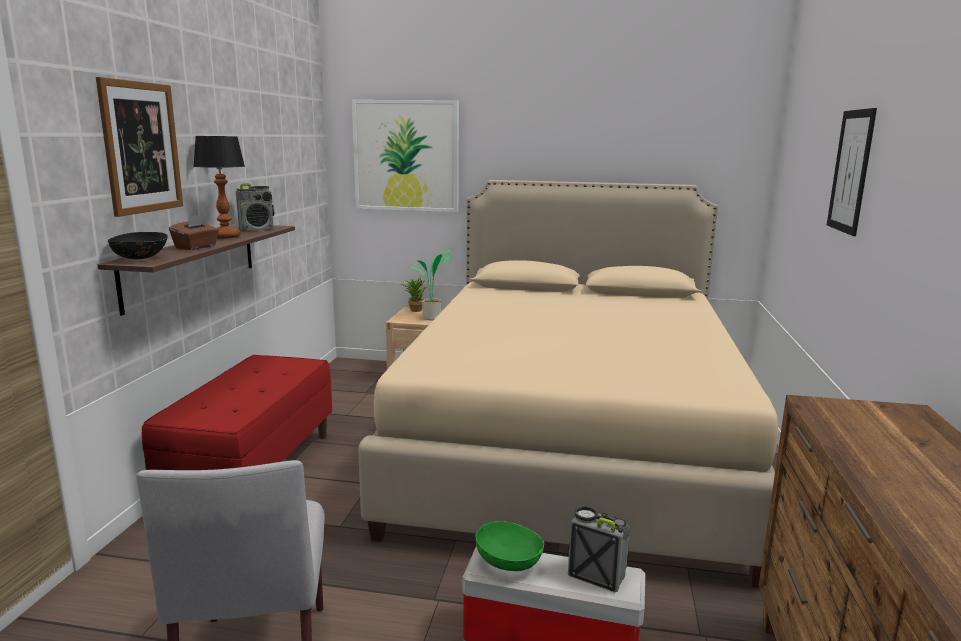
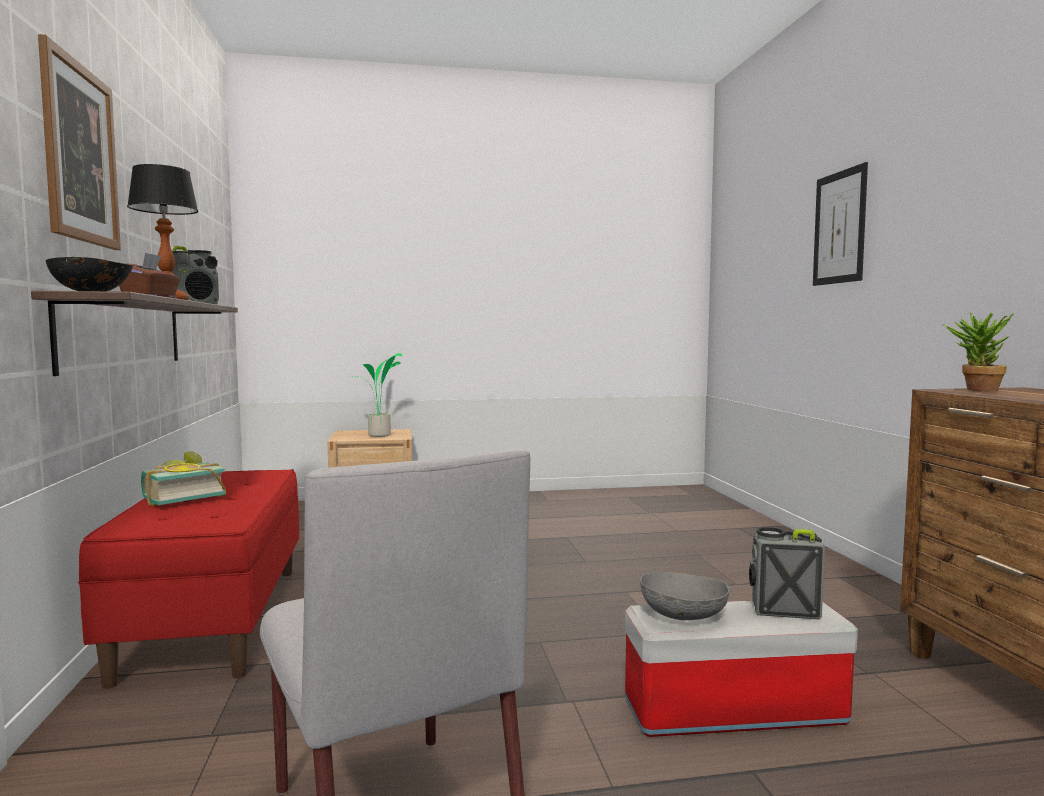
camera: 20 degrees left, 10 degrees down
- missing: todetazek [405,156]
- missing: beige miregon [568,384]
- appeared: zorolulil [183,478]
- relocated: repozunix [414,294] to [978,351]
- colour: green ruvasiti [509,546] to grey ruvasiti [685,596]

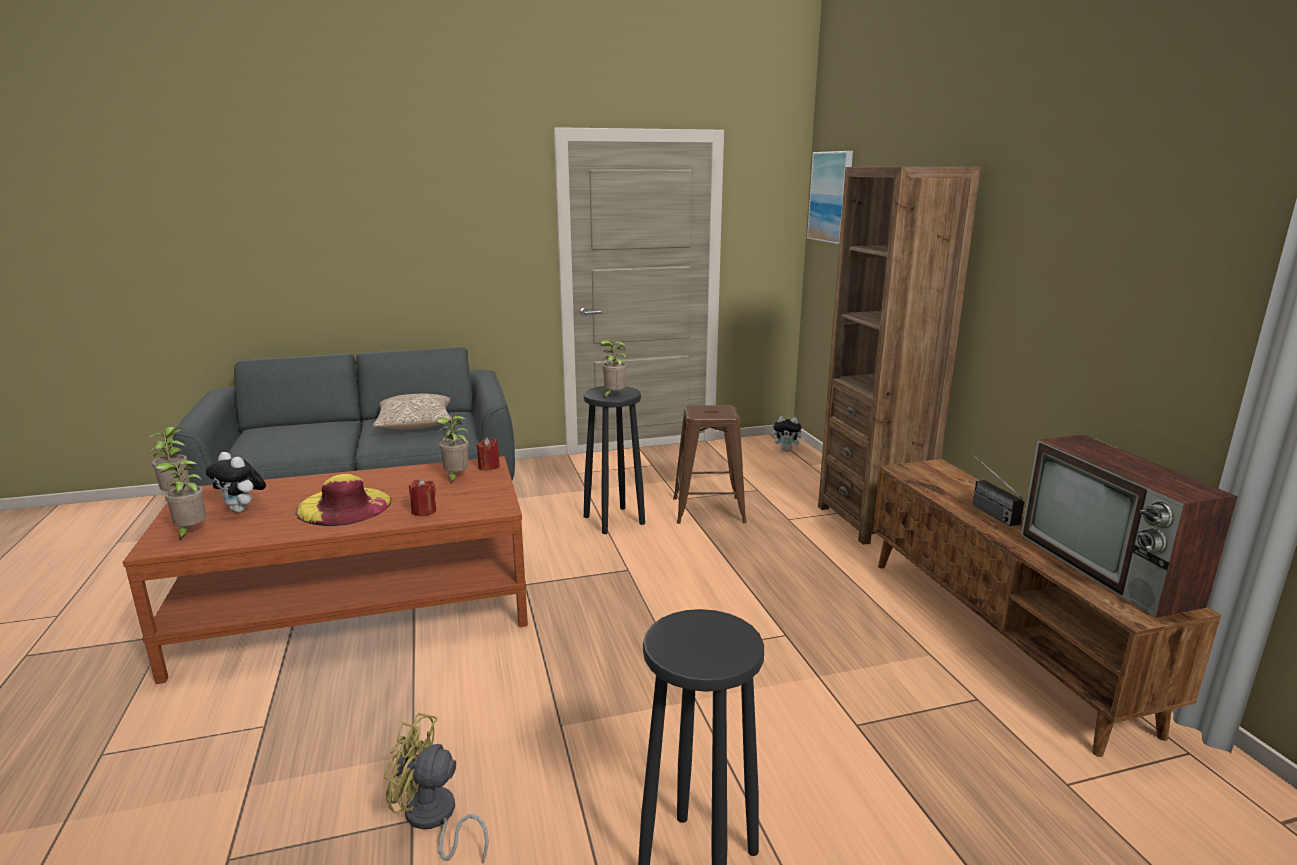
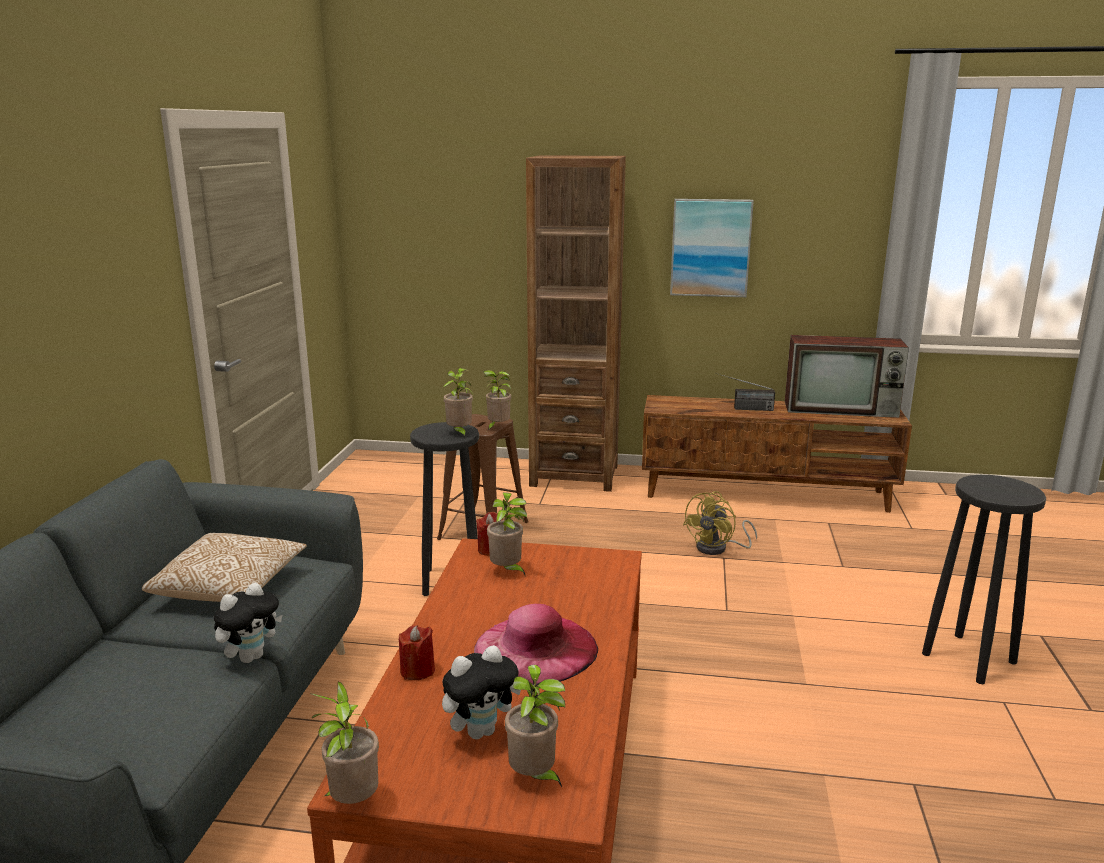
camera: 65 degrees left, 0 degrees up
- appeared: repozunix [497,400]
- relocated: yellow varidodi [436,788] to [720,523]
- relocated: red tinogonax [422,497] to [417,652]
- relocated: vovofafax [789,433] to [248,623]
- relocated: todetazek [830,197] to [712,248]
- colour: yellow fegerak [343,500] to pink fegerak [536,644]

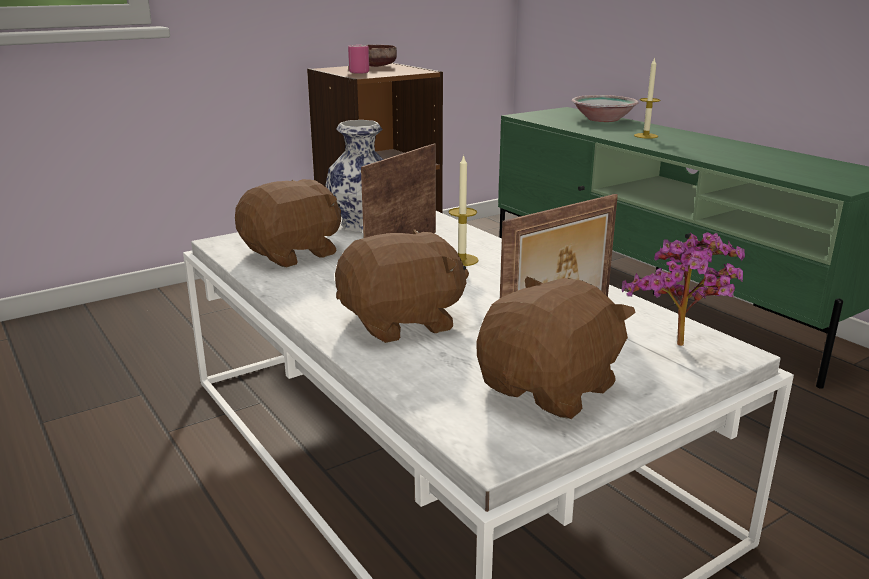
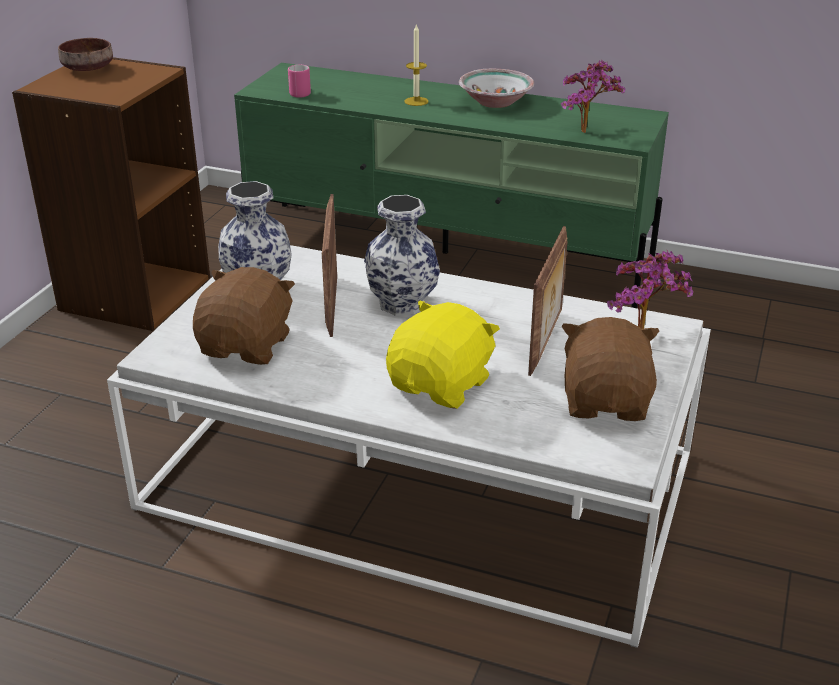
camera: 35 degrees left, 10 degrees up
- appeared: repozunix [593,96]
- relocated: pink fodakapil [358,59] to [299,81]
- relocated: ruvasiti [605,108] to [496,88]
- exchanged: tinogonax [463,210] to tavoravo [402,255]
- colour: brown vovofafax [402,286] to yellow vovofafax [443,354]

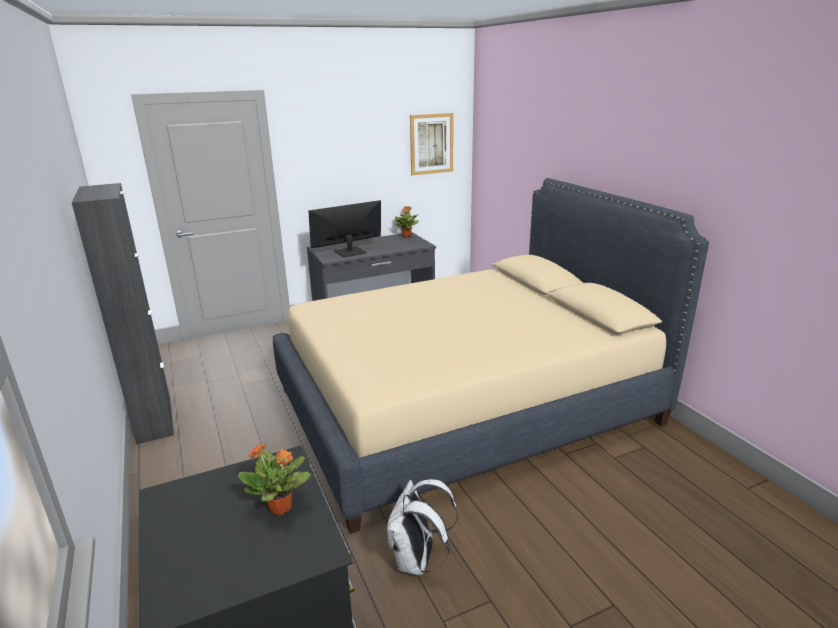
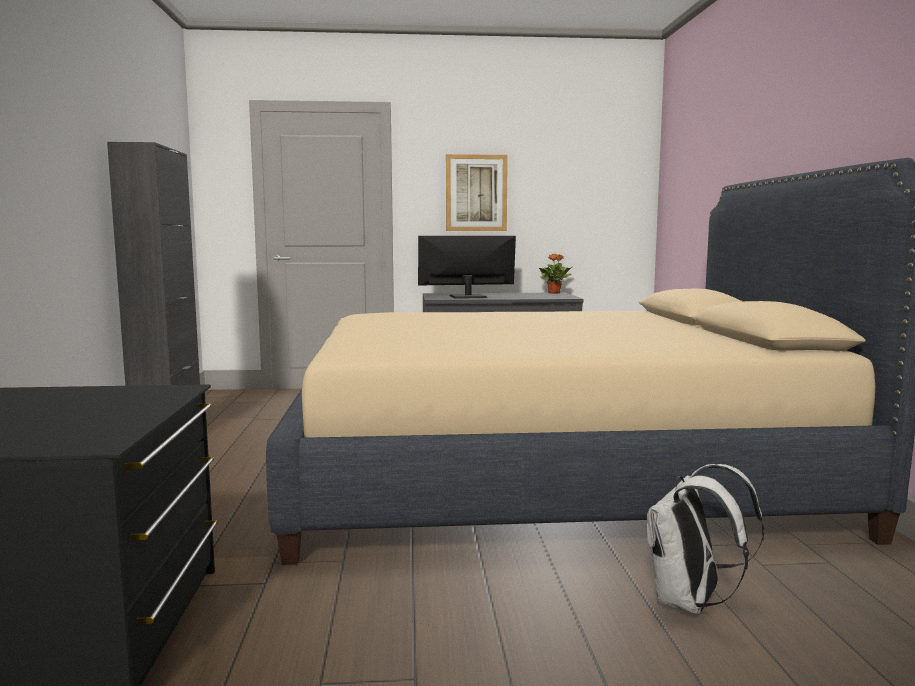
camera: 20 degrees right, 15 degrees down
- missing: repozunix [274,479]
- relocated: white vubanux [422,527] to [705,539]
- relocated: todetazek [432,144] to [477,192]

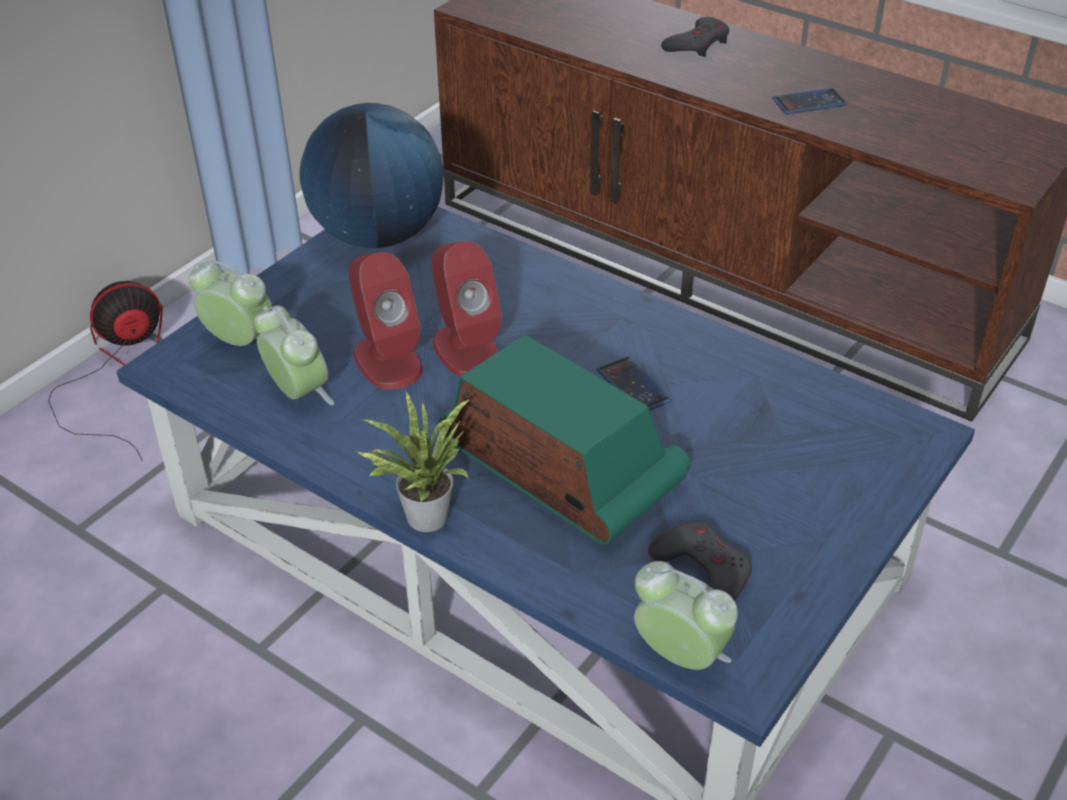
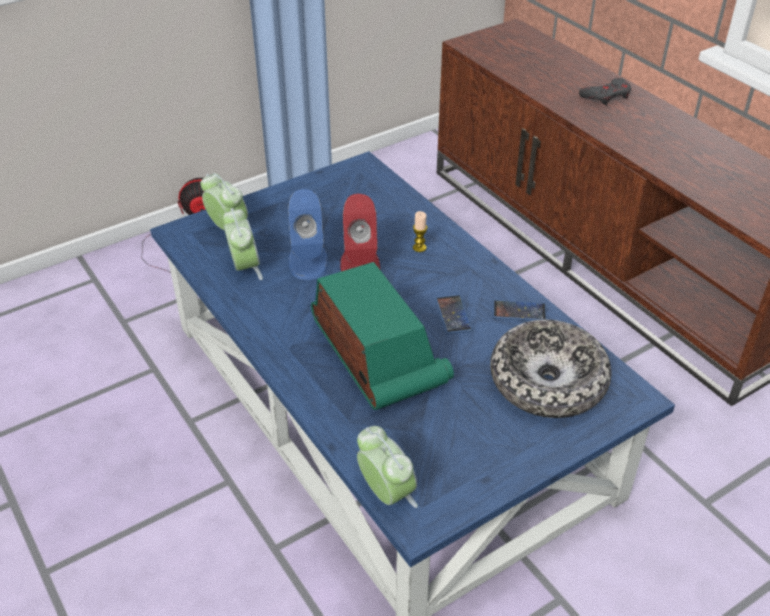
camera: 20 degrees right, 0 degrees up
- missing: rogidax [371,175]
- missing: repozunix [414,462]
- missing: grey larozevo [700,561]
- appeared: tinogonax [420,231]
- appeared: ruvasiti [551,369]
- relocated: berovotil [810,101] to [519,310]
- colour: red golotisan [386,321] to blue golotisan [308,234]

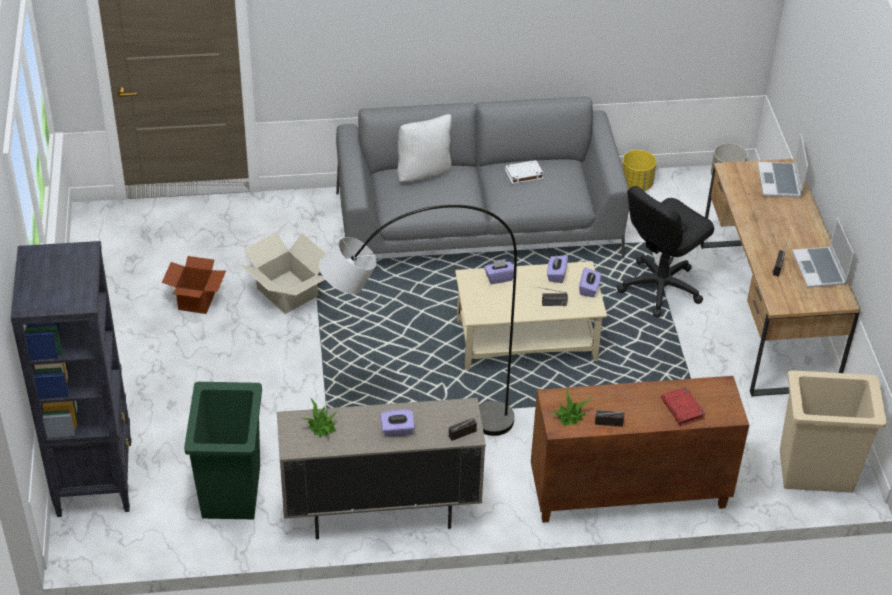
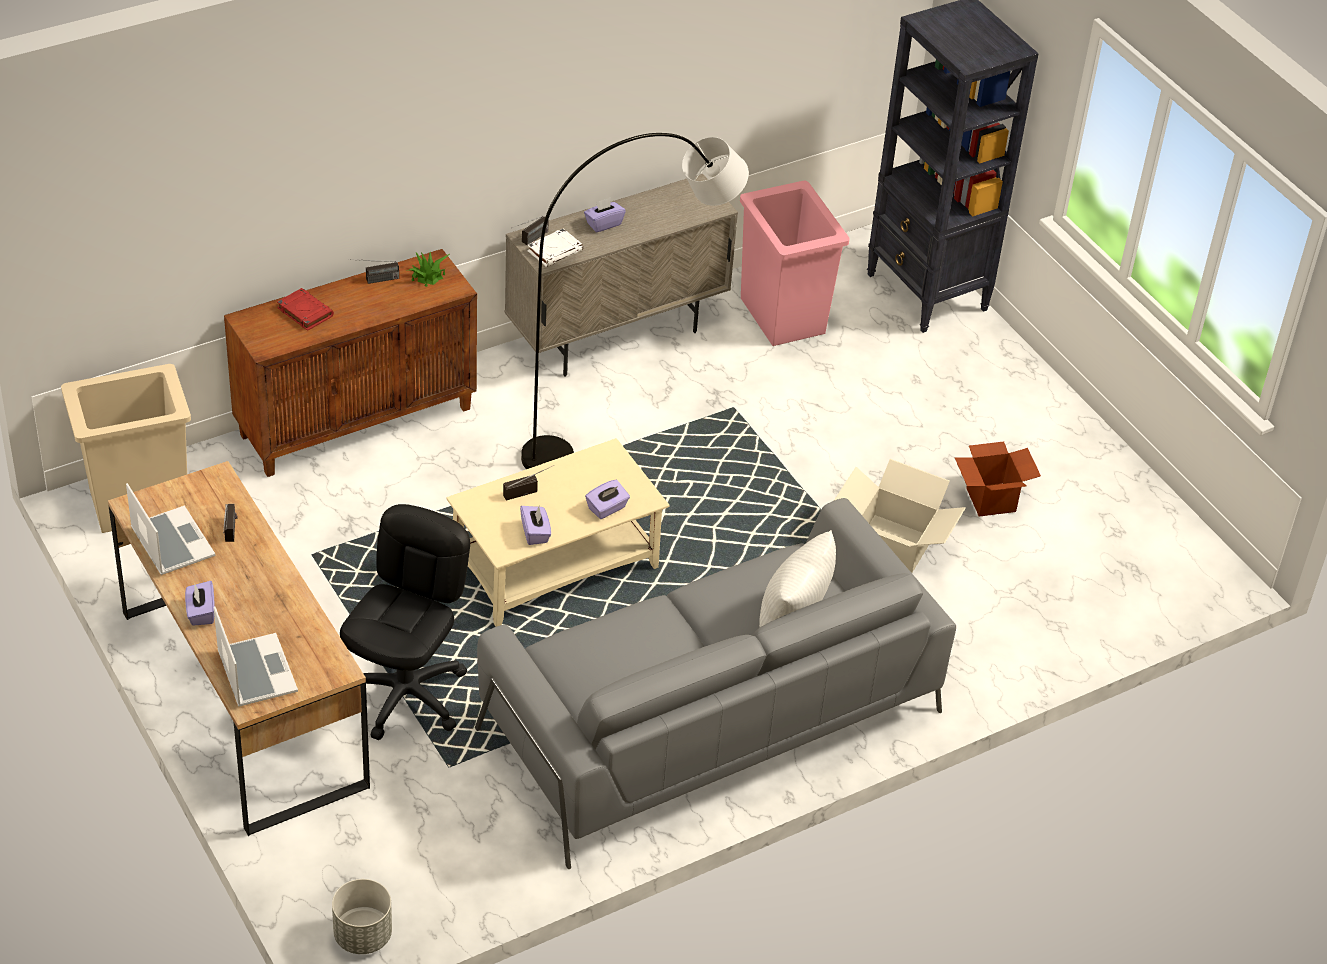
camera: 155 degrees right, 0 degrees up
- missing: repozunix [320,418]
- missing: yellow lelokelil [639,170]
- relocated: white zorolulil [524,172] to [555,247]
- relocated: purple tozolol [590,282] to [200,603]
- colour: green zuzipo [223,450] to pink zuzipo [794,263]

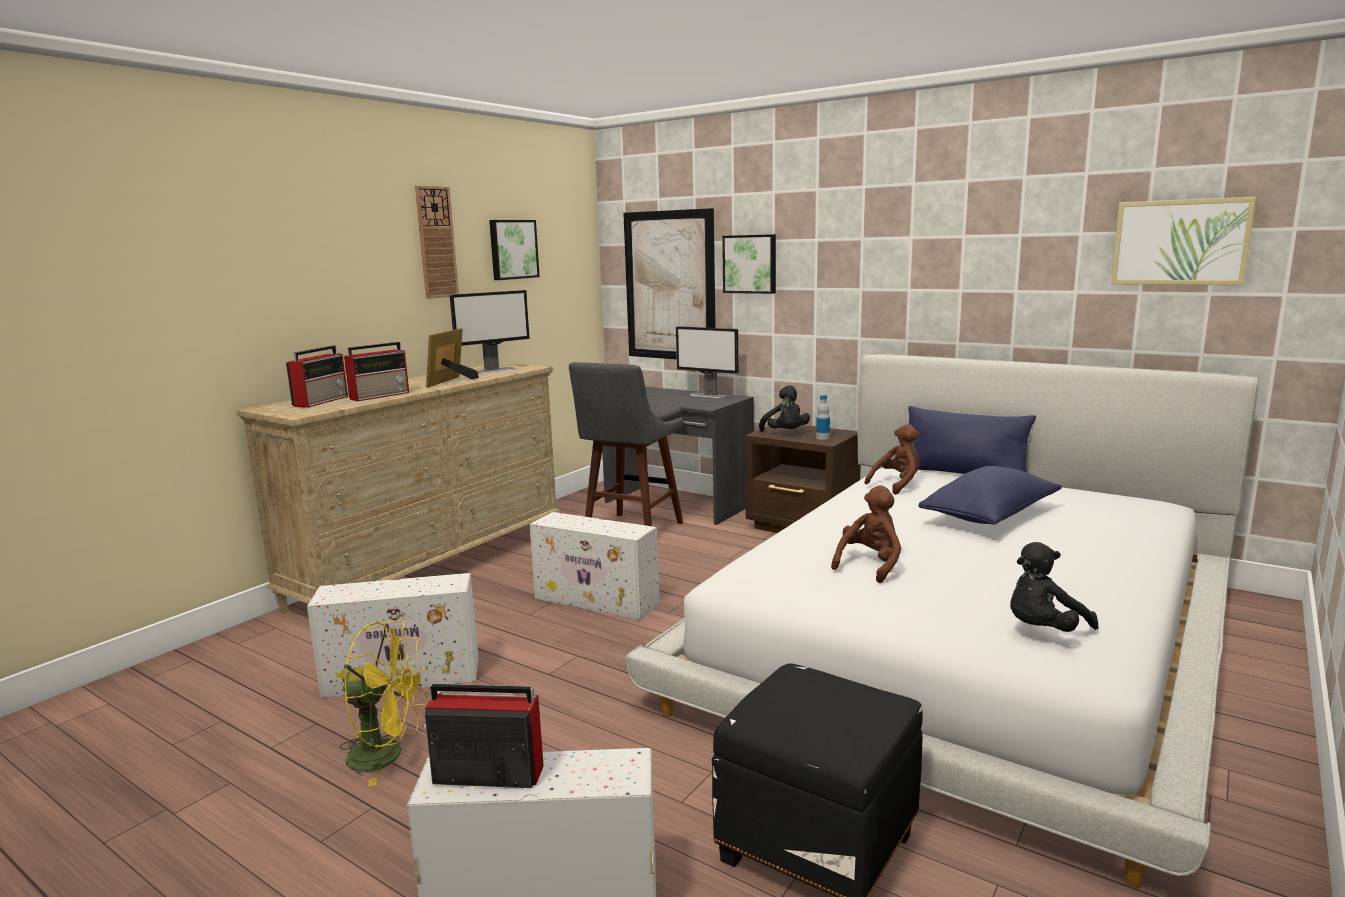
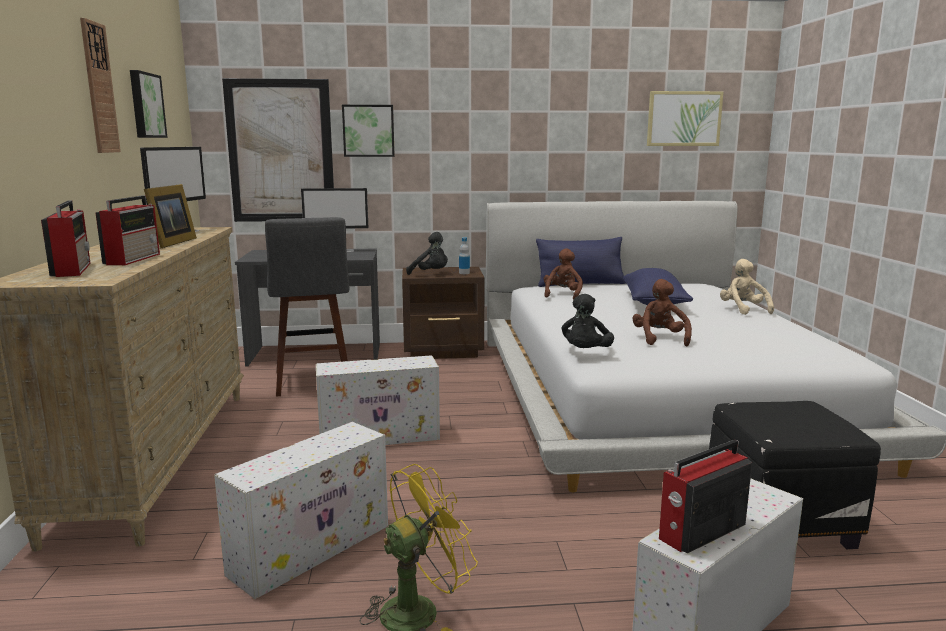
camera: 40 degrees left, 0 degrees up
- appeared: beige vovofafax [747,287]
- relocated: black vovofafax [1054,587] to [588,321]
- spun: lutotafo [452,357] = [170,216] 150 degrees counterclockwise

